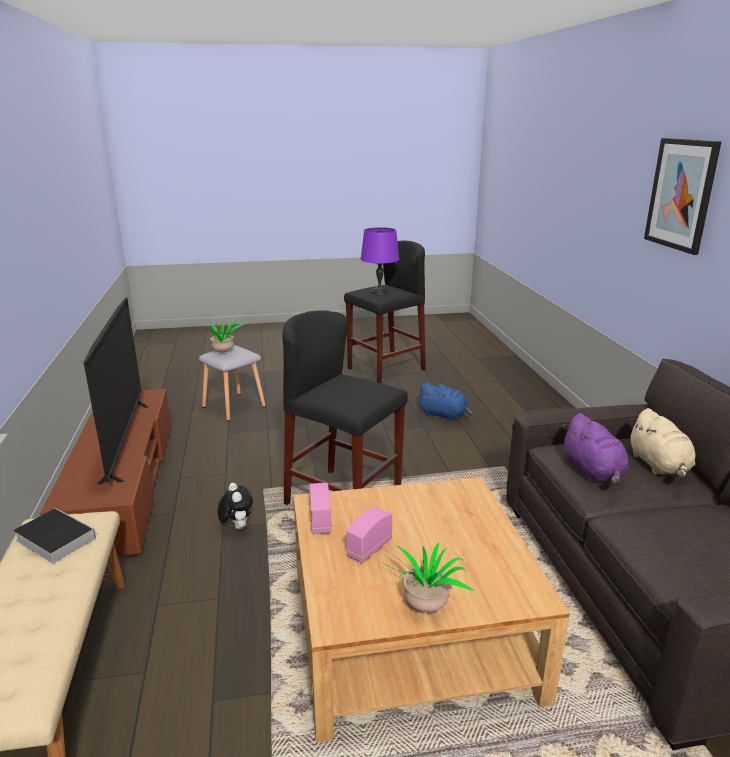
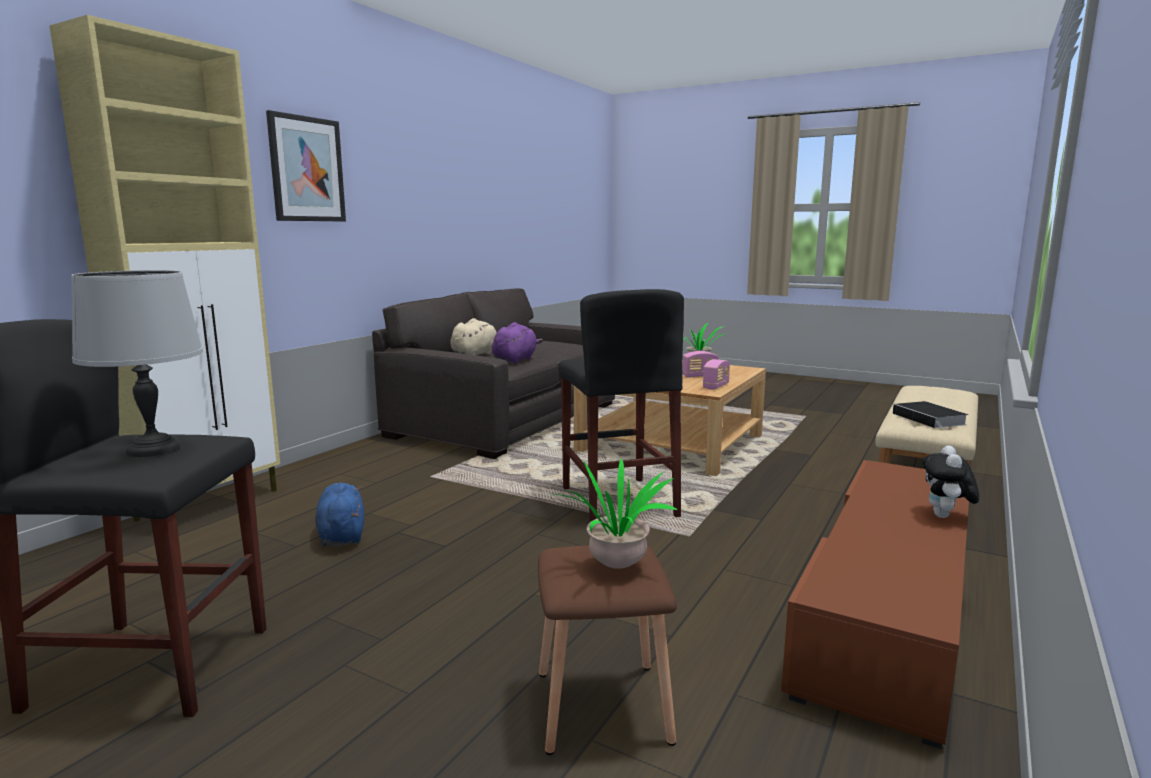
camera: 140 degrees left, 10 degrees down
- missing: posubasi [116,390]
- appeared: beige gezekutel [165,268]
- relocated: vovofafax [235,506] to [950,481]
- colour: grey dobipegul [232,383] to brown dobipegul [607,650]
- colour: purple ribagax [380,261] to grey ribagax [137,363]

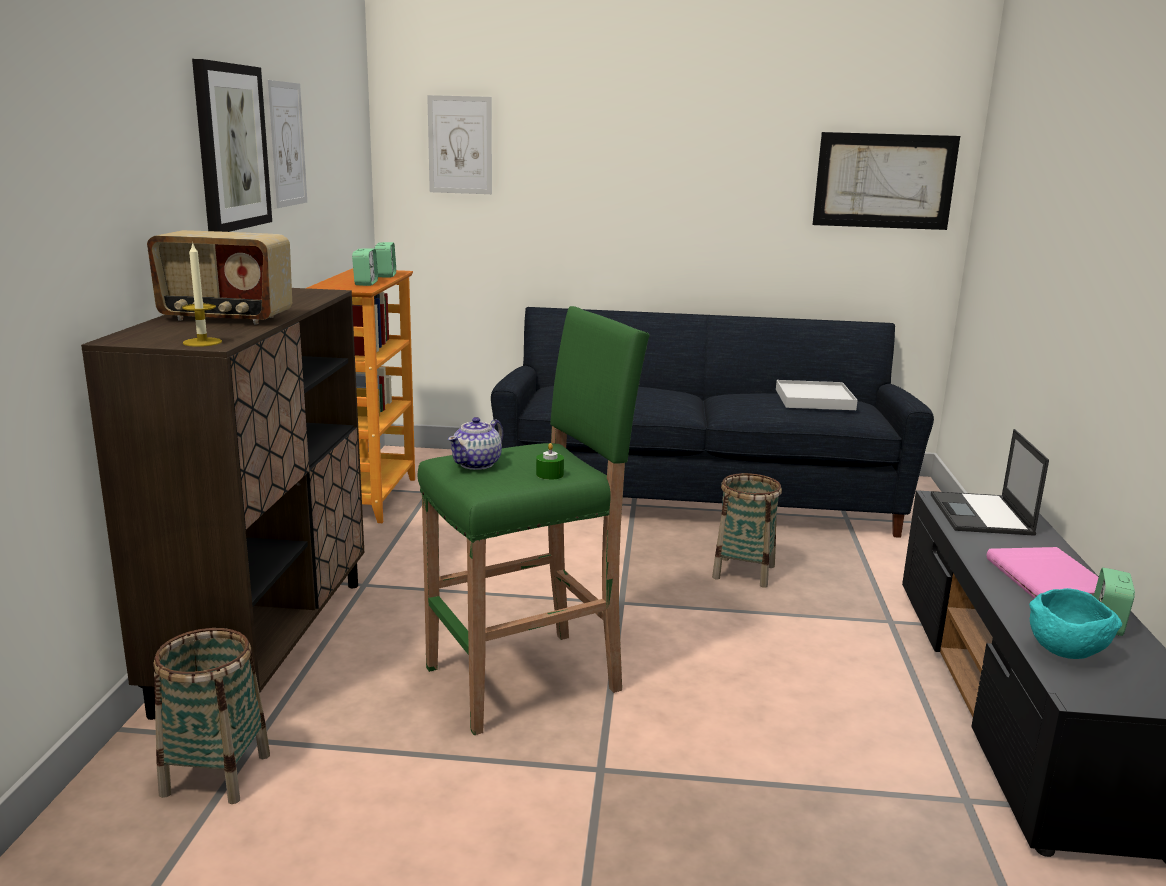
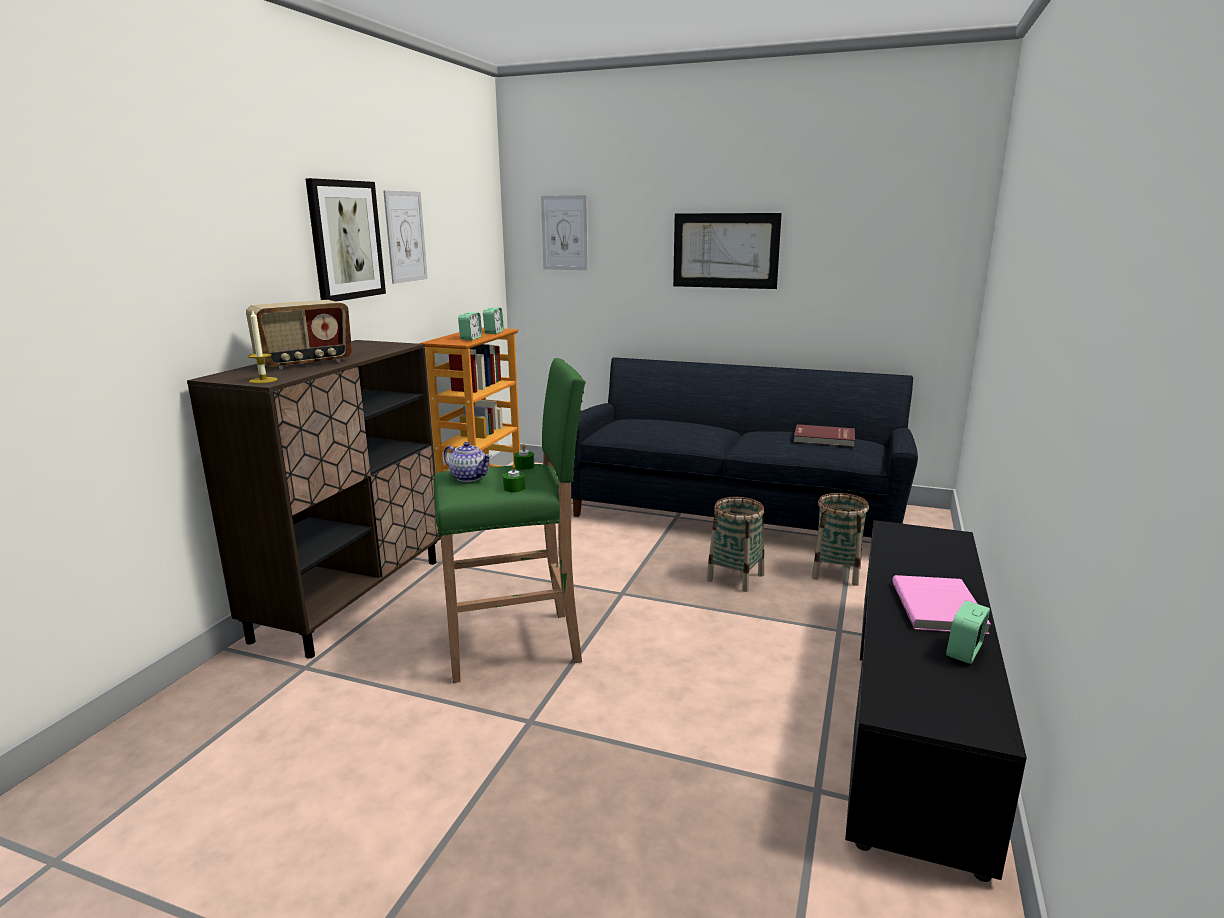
camera: 15 degrees right, 0 degrees up
- missing: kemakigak [990,482]
- missing: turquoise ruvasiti [1075,623]
- appeared: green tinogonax [524,457]
- relocated: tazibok [212,716] to [840,539]
- relocated: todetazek [886,181] to [727,251]
- exchanged: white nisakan [817,395] to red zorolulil [824,435]
- spun: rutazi [219,277] = [299,335] 60 degrees counterclockwise
- spun: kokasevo [475,443] = [468,462] 105 degrees counterclockwise

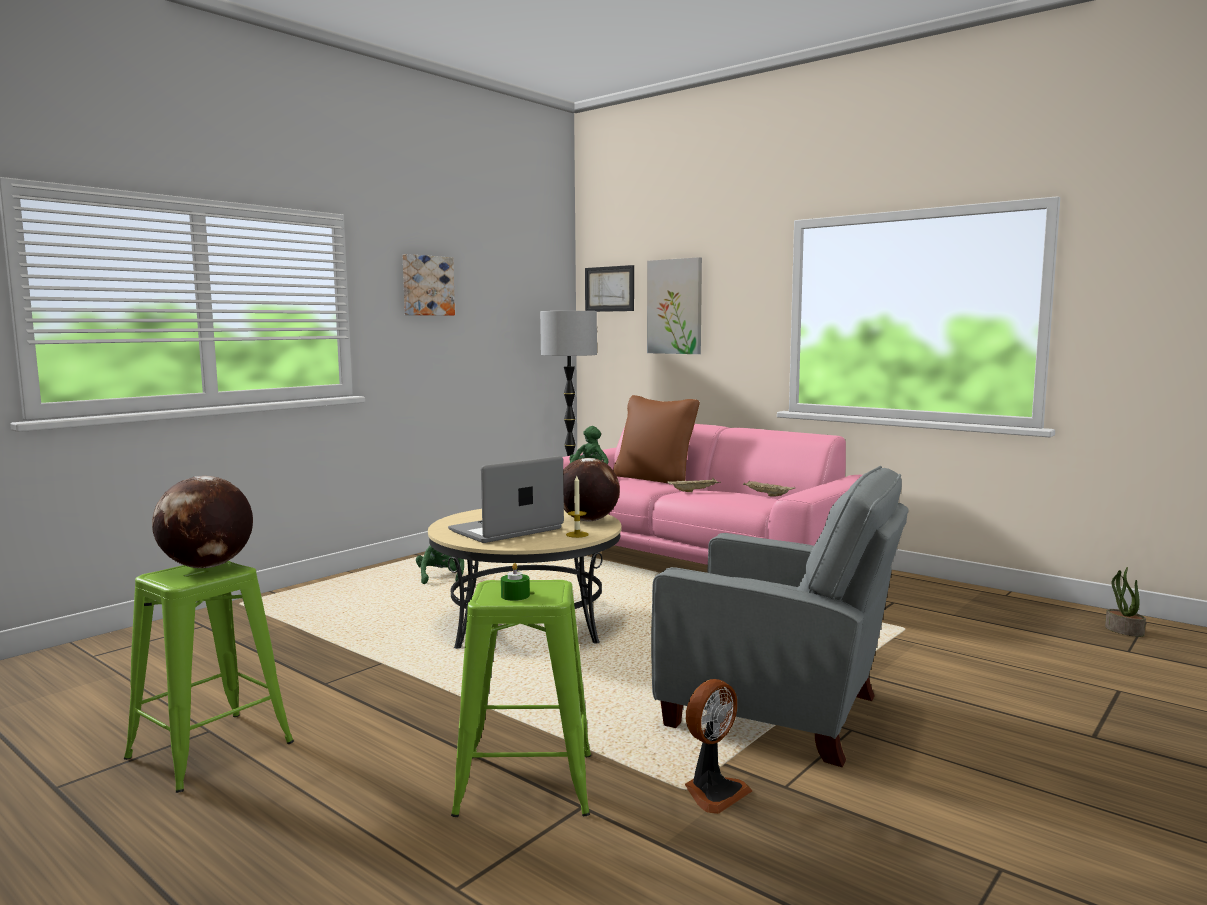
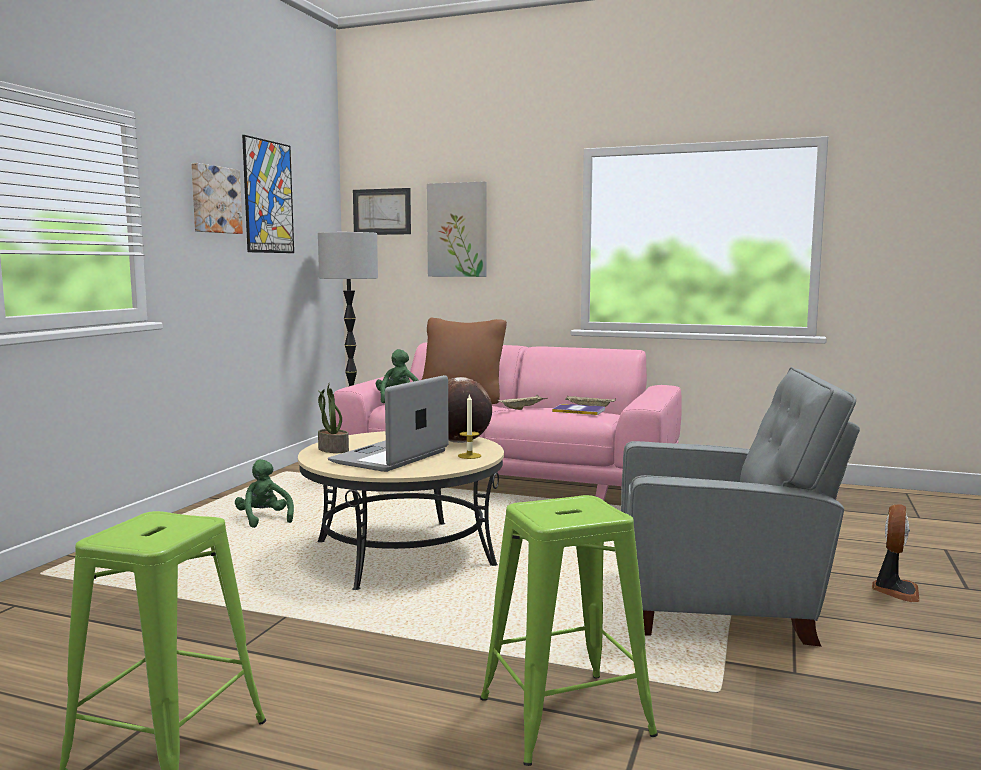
camera: 20 degrees left, 0 degrees up
- missing: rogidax [202,522]
- missing: green tinogonax [515,582]
- appeared: todetazek [268,194]
- appeared: zorolulil [578,409]
- relocated: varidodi [718,746] to [896,553]
- relocated: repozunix [1125,602] to [333,417]

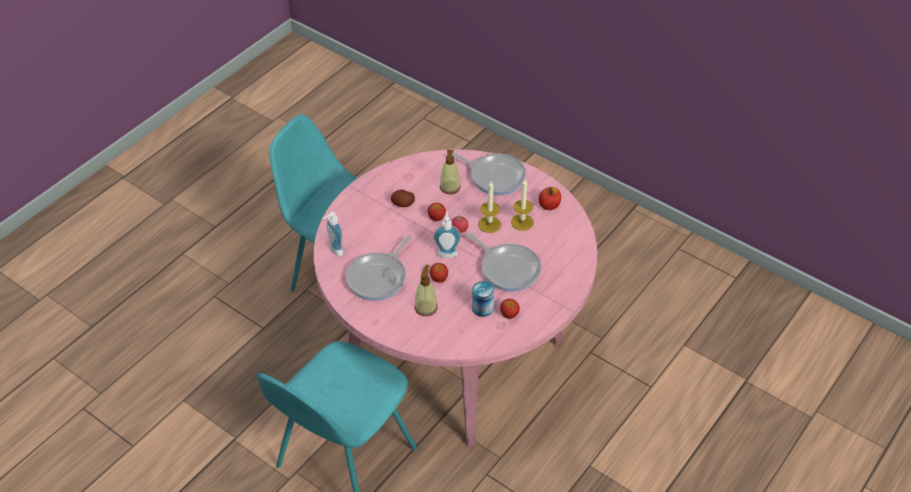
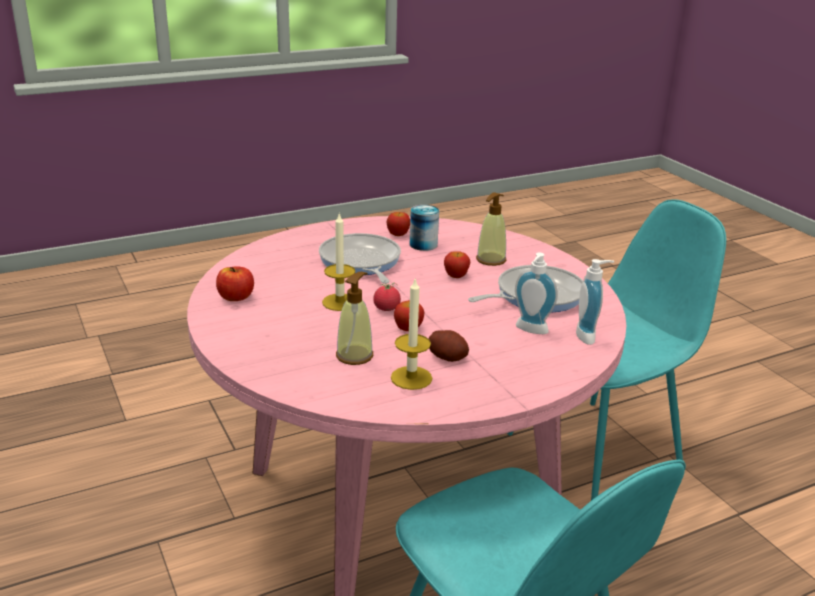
camera: 155 degrees left, 20 degrees down
- missing: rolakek [489,174]
- relocated: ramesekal [447,234] to [536,293]
- relocated: tinogonax [522,205] to [411,334]

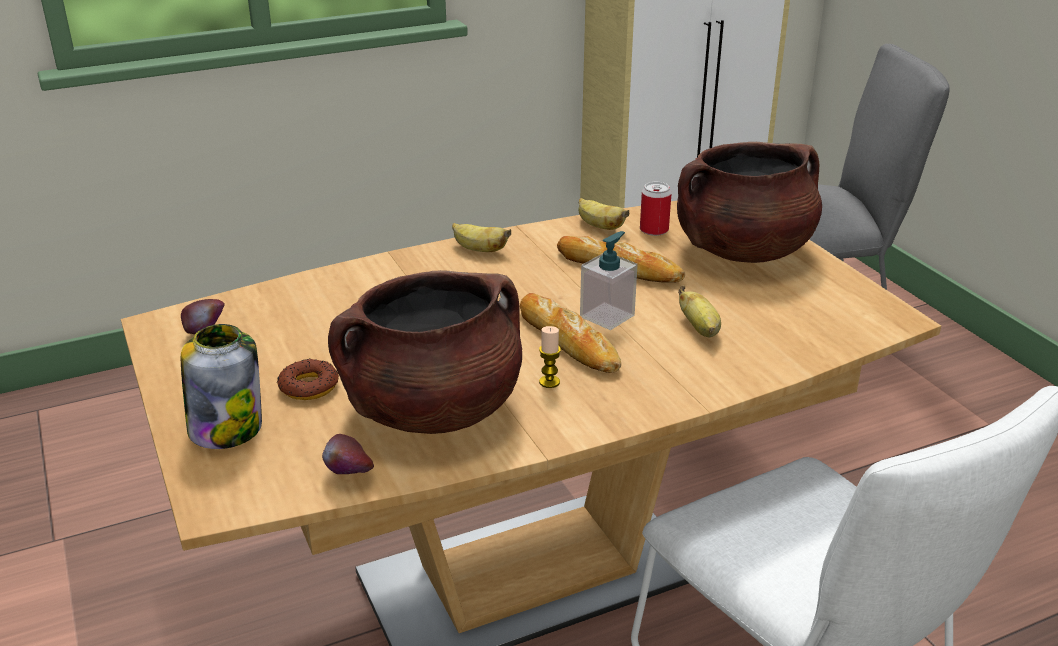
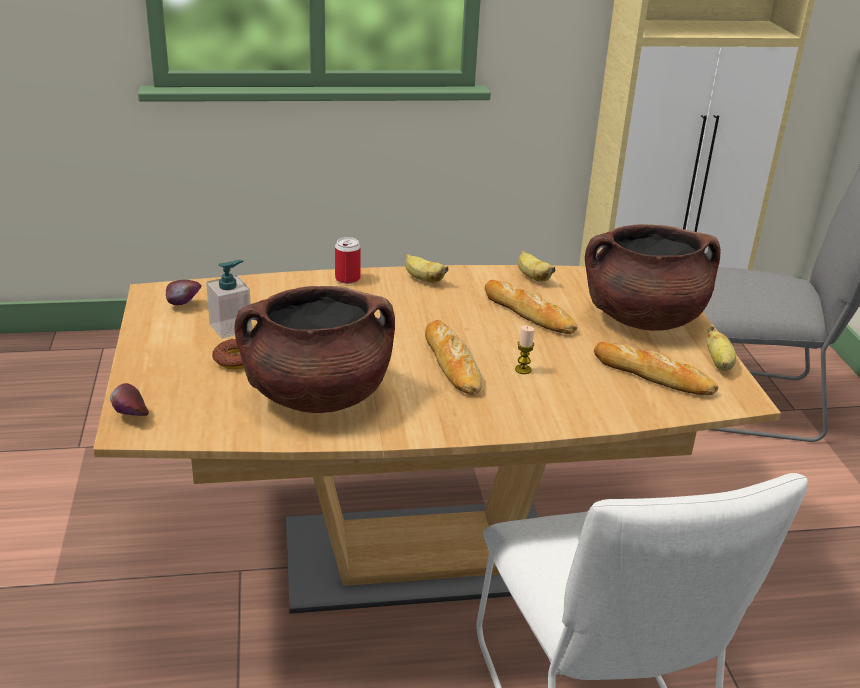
camera: 15 degrees right, 0 degrees up
- missing: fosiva [221,386]
- appeared: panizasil [656,368]
- relocated: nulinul [348,454] to [129,399]
- relocated: tinogonax [550,357] to [524,349]
- relocated: ramesekal [609,280] to [229,299]
- relocated: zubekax [656,209] to [348,260]
- relocated: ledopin [699,311] to [721,348]

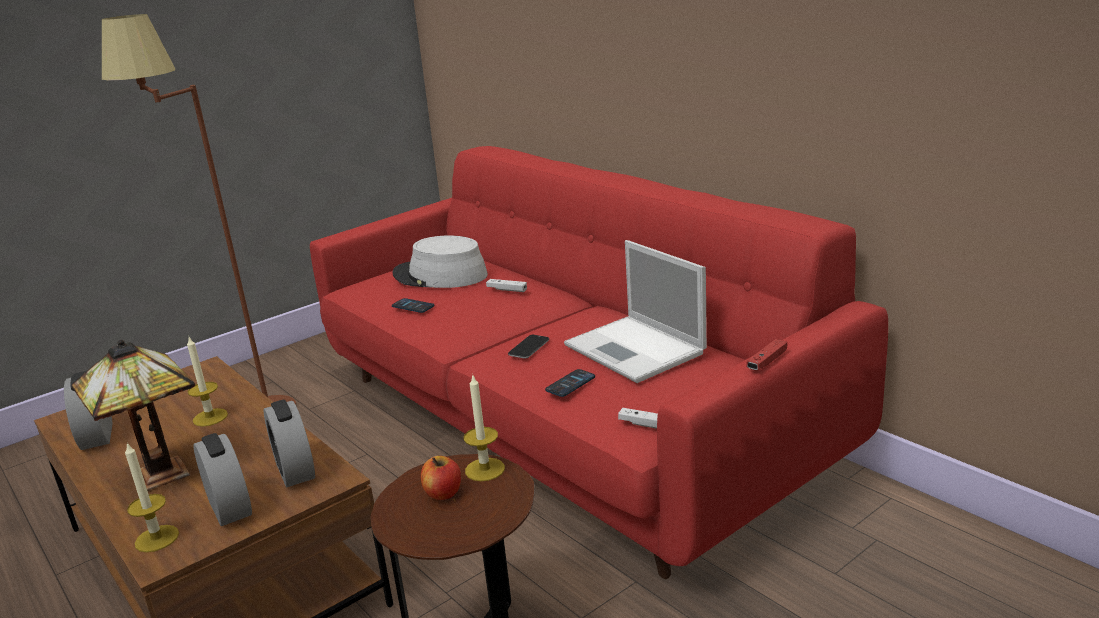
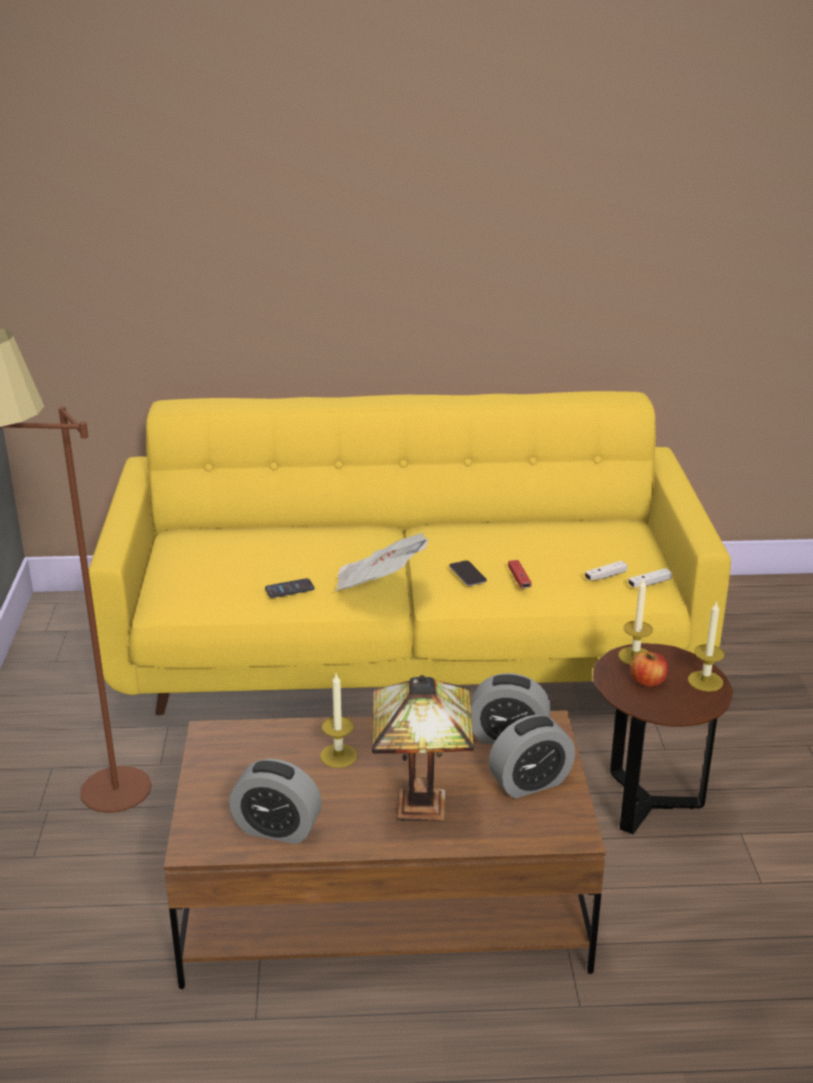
camera: 55 degrees left, 5 degrees up
- missing: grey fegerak [440,261]
- missing: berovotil [570,383]
- missing: kemakigak [635,311]
- appeared: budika [381,562]
- relocated: tinogonax [152,497] to [706,646]
- relocated: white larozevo [506,285] to [606,571]
- relocated: red larozevo [766,354] to [519,574]
- colour: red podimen [599,362] to yellow podimen [409,553]
- spun: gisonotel [222,479] = [532,757] 150 degrees clockwise

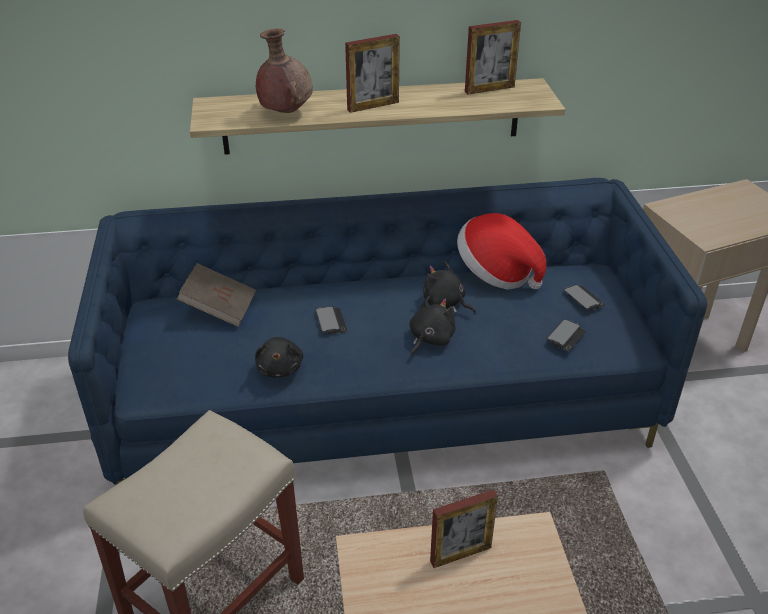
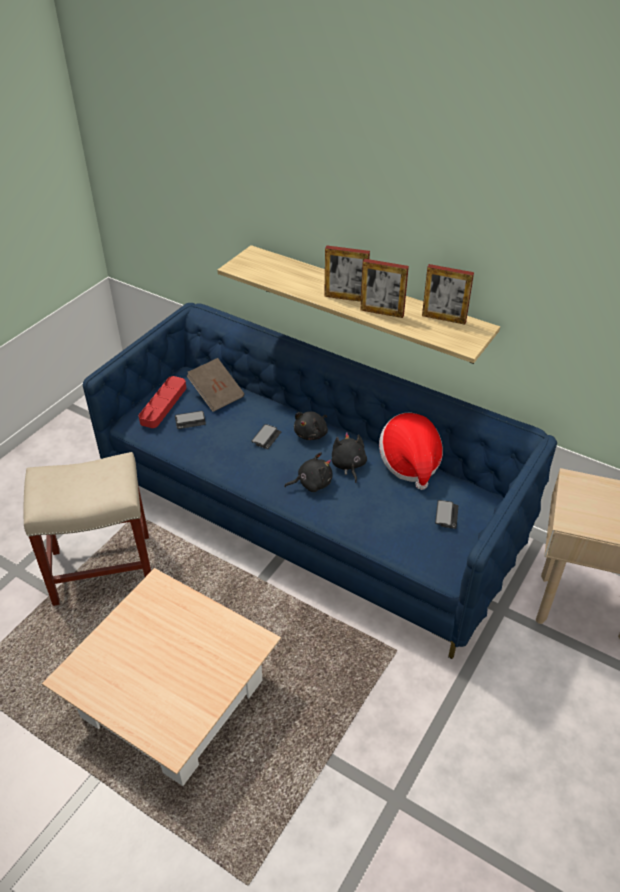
camera: 40 degrees right, 5 degrees up
- missing: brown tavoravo [284,70]
- appeared: red nisakan [162,402]
- relocated: black vovofafax [279,357] to [311,425]
- relocated: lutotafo [464,528] to [384,288]
- relocated: berovotil [566,335] to [190,420]

